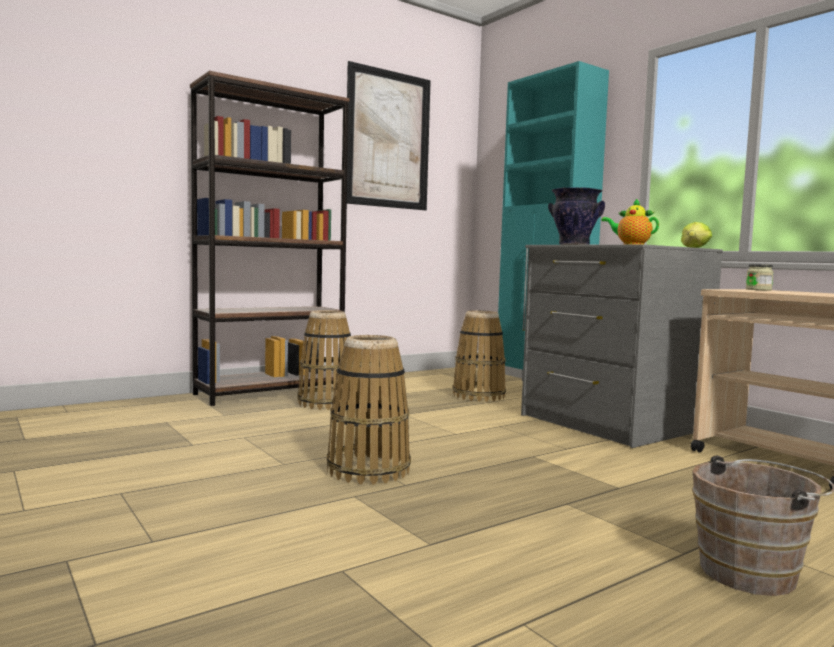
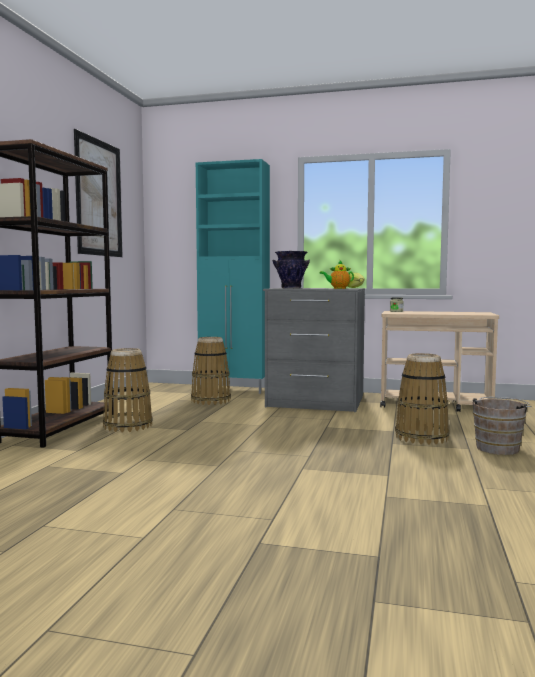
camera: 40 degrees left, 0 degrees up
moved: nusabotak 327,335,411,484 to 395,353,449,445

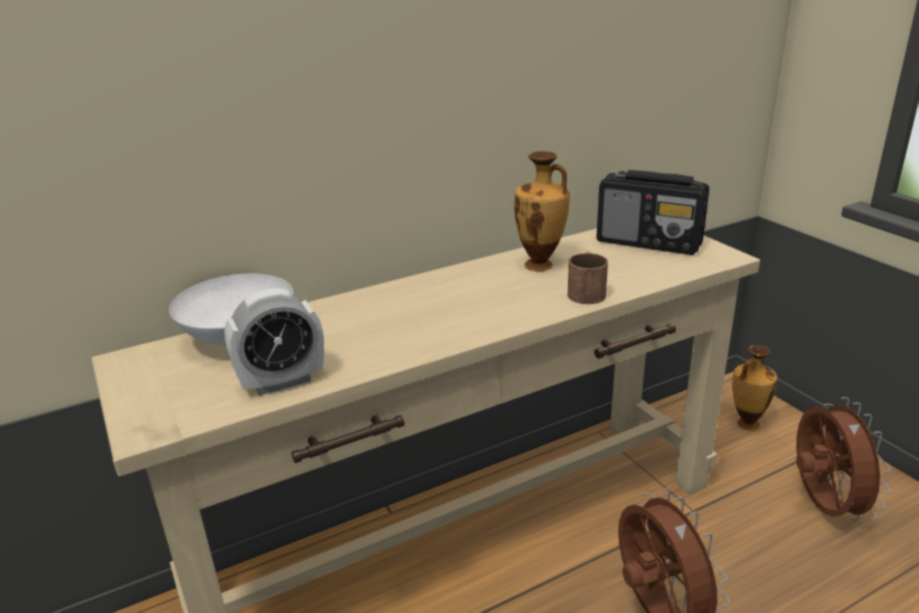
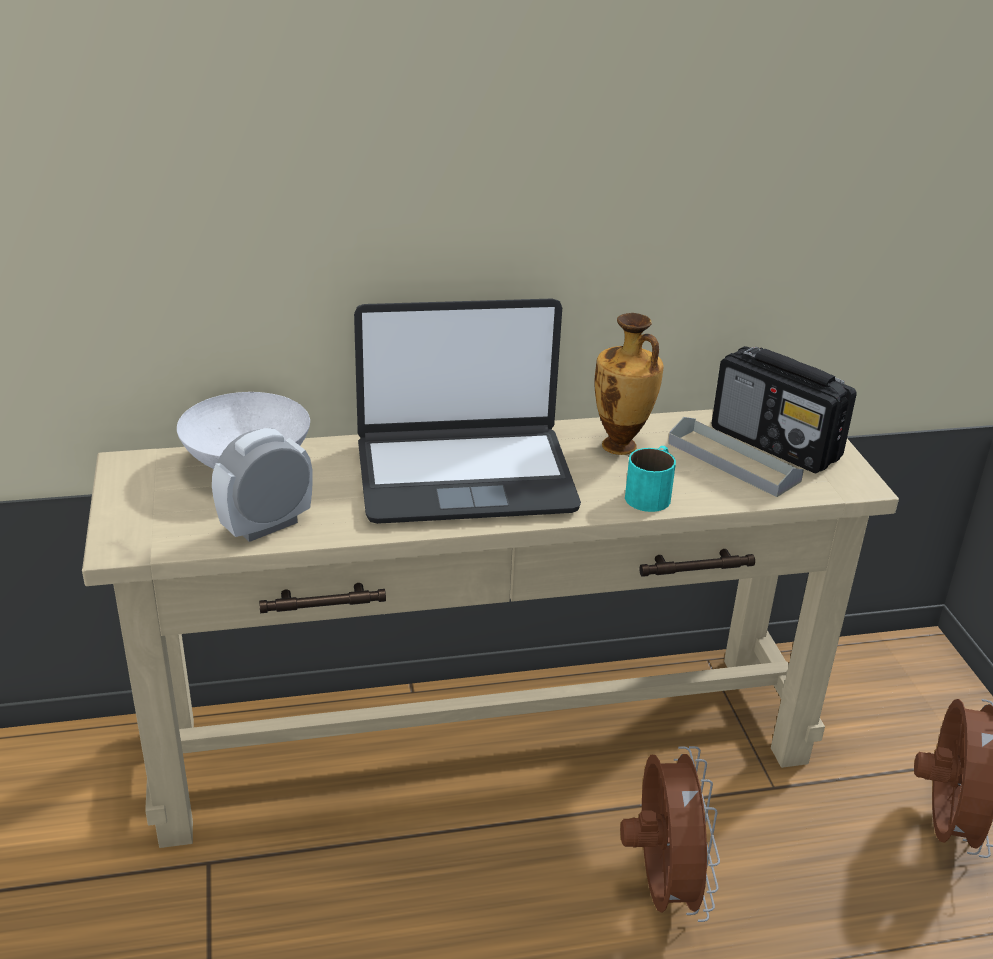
camera: 15 degrees right, 5 degrees up
removed: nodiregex 732,345,777,431
added: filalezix 354,299,581,524; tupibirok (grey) 668,417,804,497
recoloured: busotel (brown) 568,251,608,304 to busotel (turquoise) 625,446,676,512
turned: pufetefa 224,288,324,396 = 212,428,313,542 150 degrees clockwise

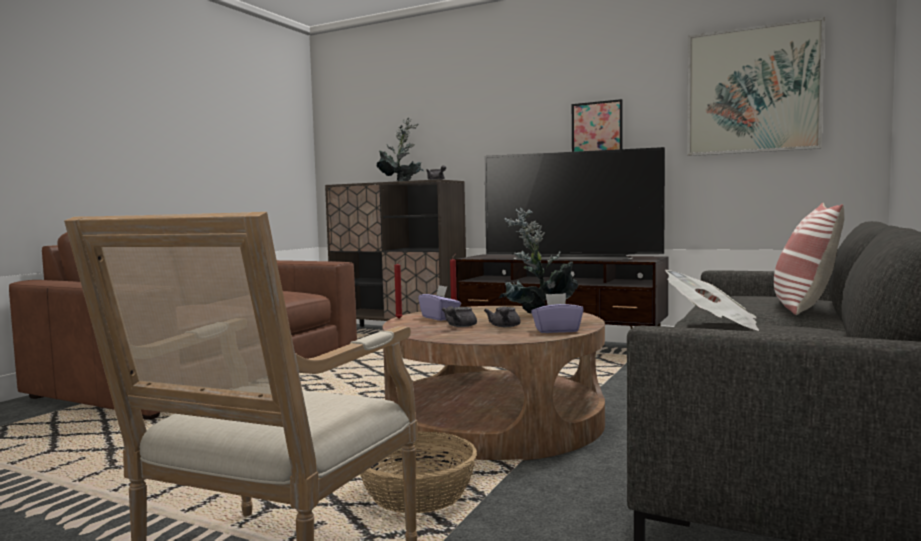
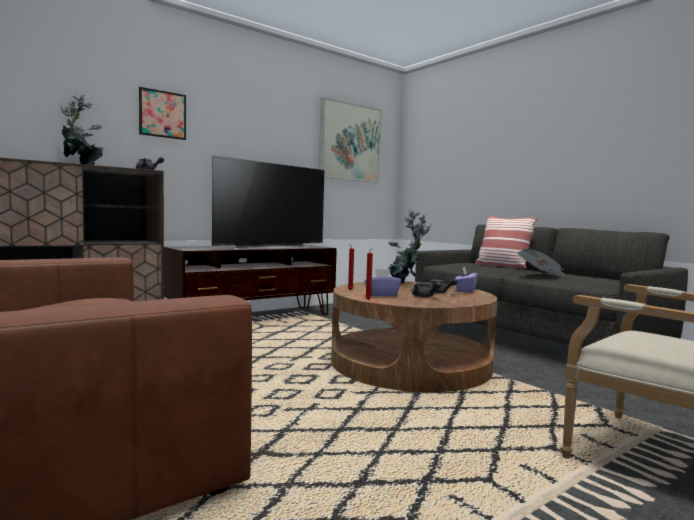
camera: 65 degrees left, 0 degrees up
removed: nusabotak 360,431,477,513
moved: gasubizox 572,99,622,152 to 139,87,186,140

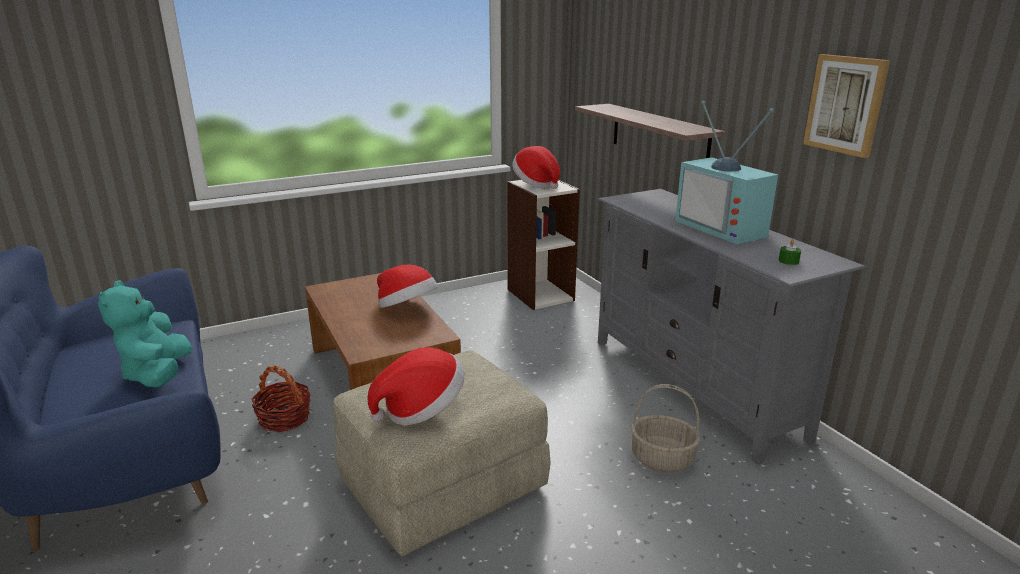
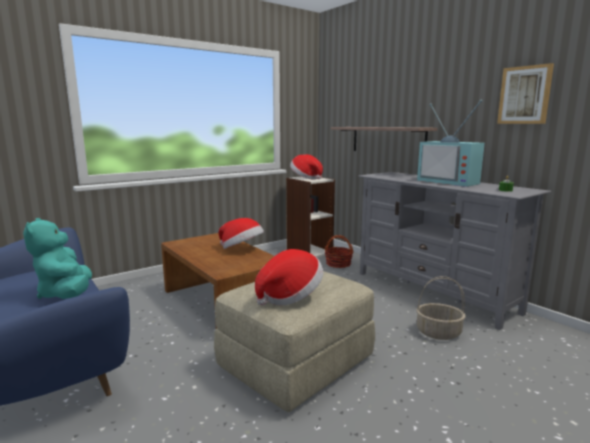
camera: 10 degrees left, 10 degrees down
moved: nusabotak 251,366,311,432 to 324,235,353,268

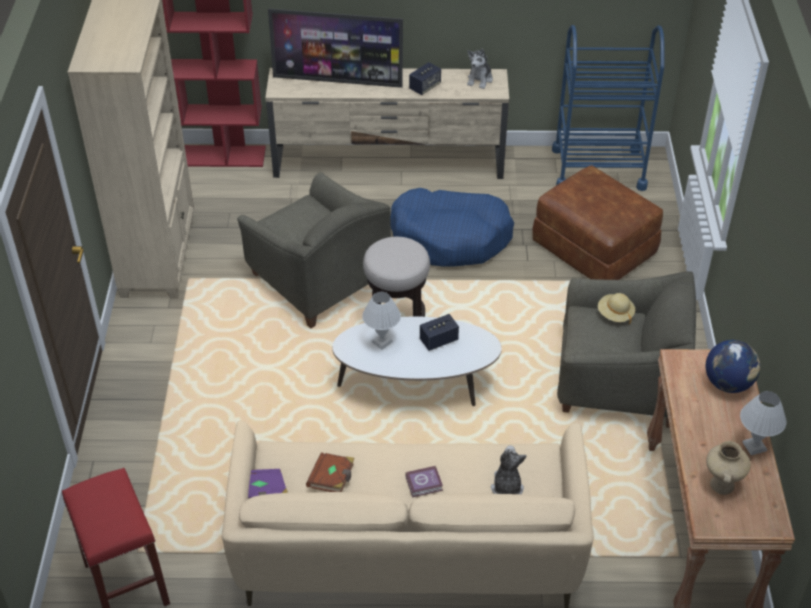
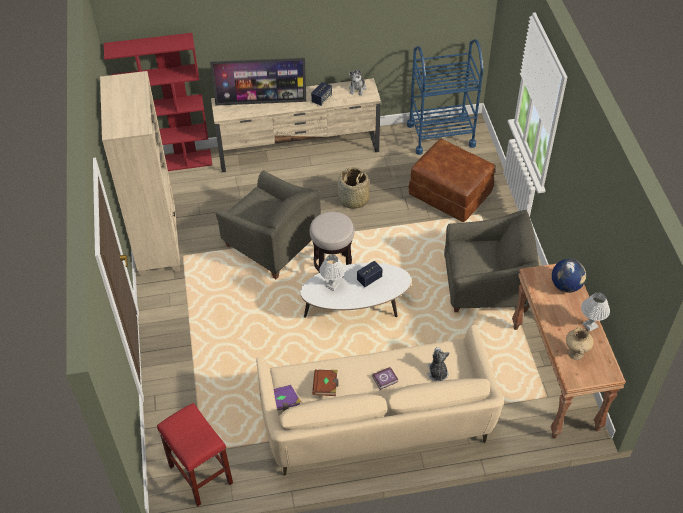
camera: 10 degrees left, 5 degrees up
removed: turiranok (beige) 598,293,635,324
replaced: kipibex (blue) 390,188,514,267 to nusabotak 338,167,369,209

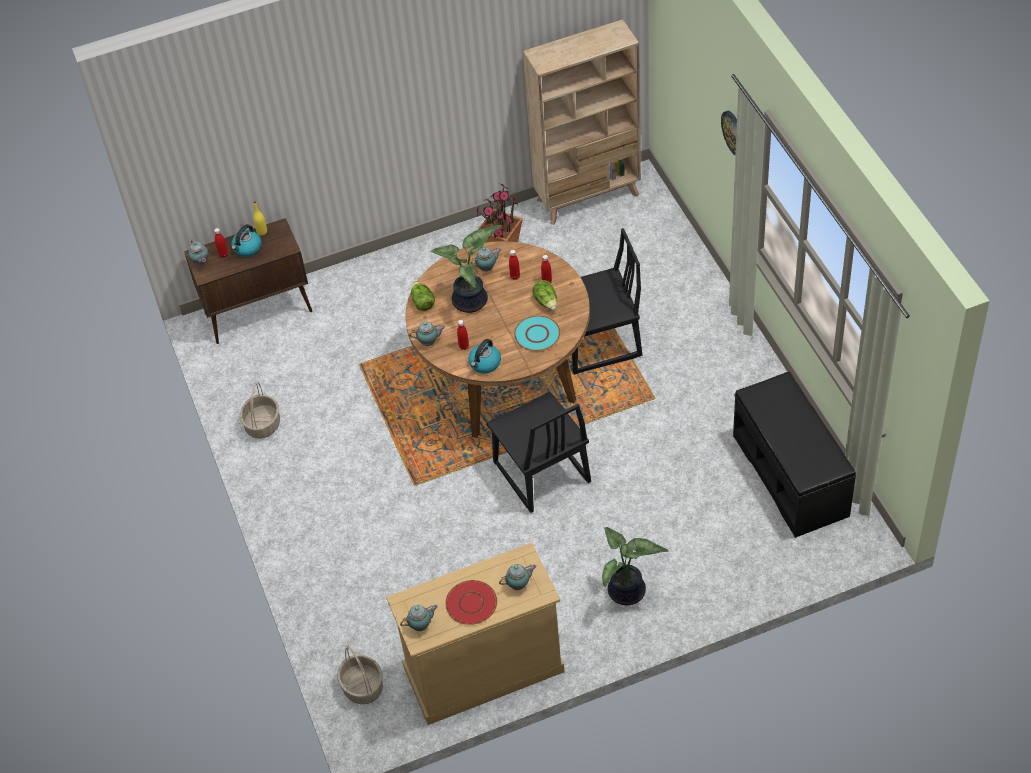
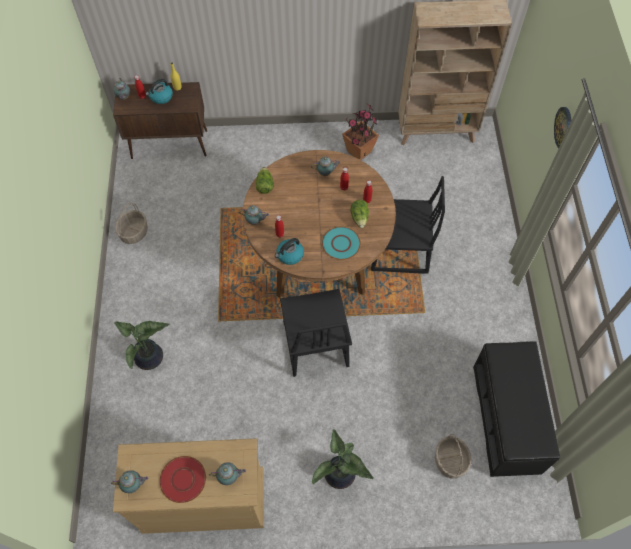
camera: 15 degrees right, 10 degrees up
moved: nusabotak 337,646,383,704 to 435,434,471,479; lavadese 431,225,501,313 to 114,321,170,370

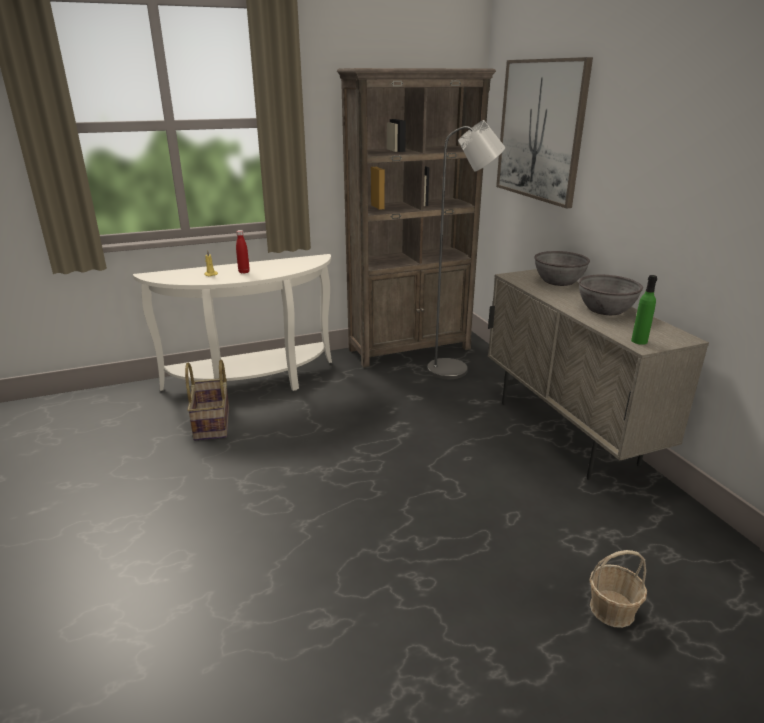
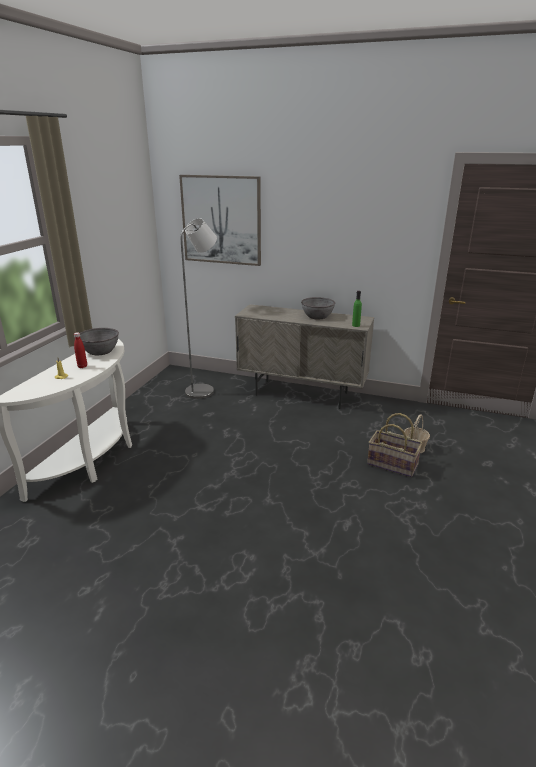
camera: 50 degrees left, 0 degrees up
removed: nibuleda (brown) 337,68,496,368
moved: nusabotak 185,360,229,441 to 367,413,422,477; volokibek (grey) 534,251,590,286 to 80,328,119,355

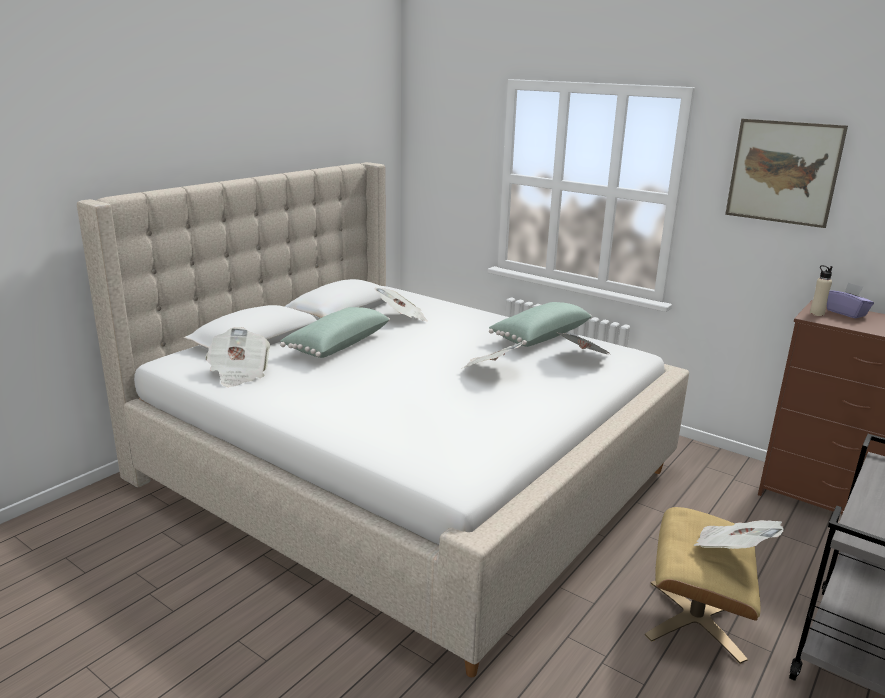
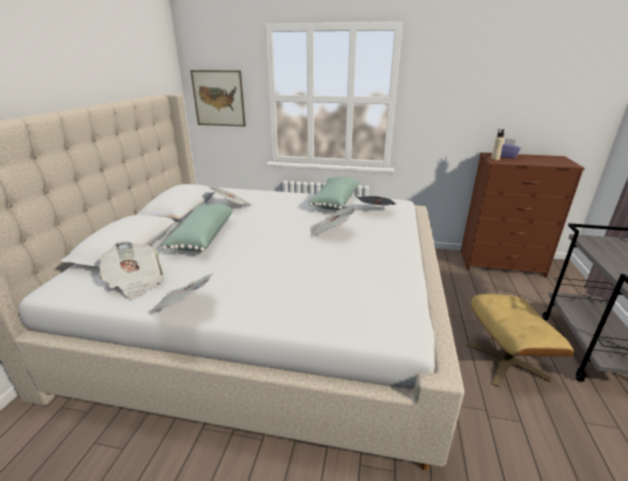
camera: 25 degrees left, 5 degrees up
moved: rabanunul 693,520,784,549 to 148,273,214,312; gasubizox 725,119,848,228 to 190,70,246,126

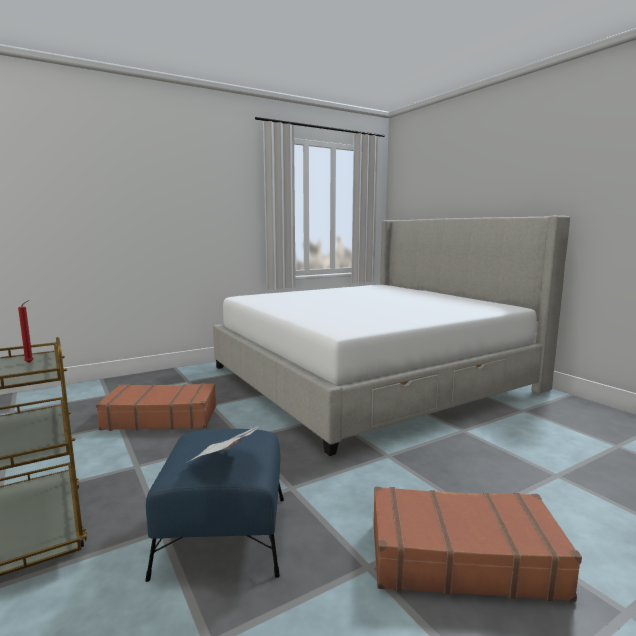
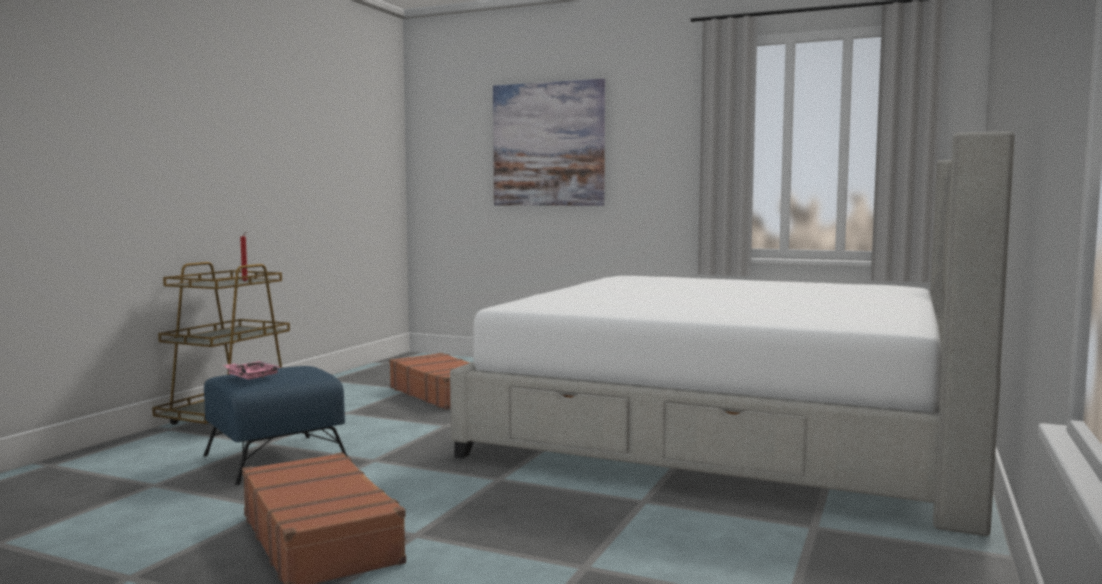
camera: 55 degrees right, 5 degrees down
added: gasubizox 493,79,605,206
replaced: rabanunul 187,425,260,462 to tupibirok (pink) 223,361,280,379

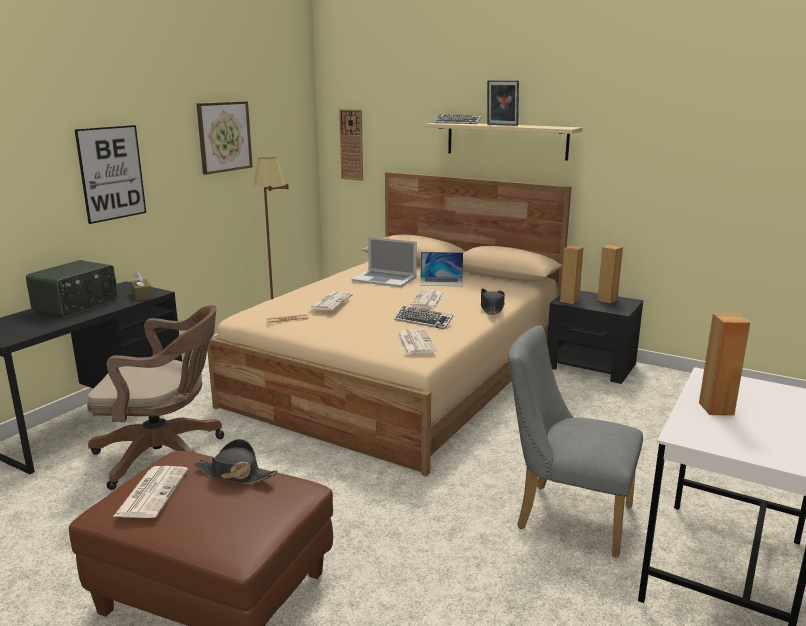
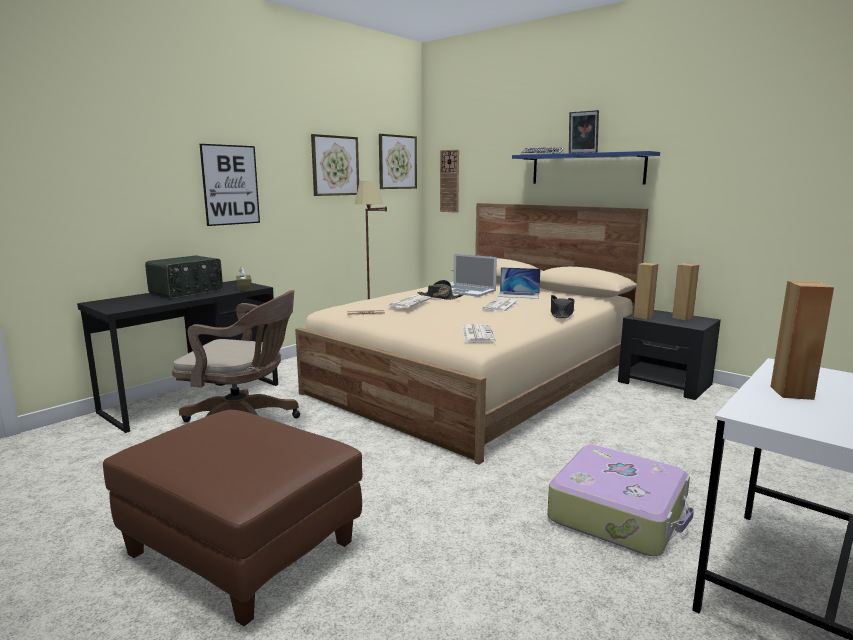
camera: 10 degrees right, 5 degrees down
removed: rabanunul 113,466,188,518; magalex 394,306,453,329
added: gasubizox 379,134,417,189
moved: turiranok (black) 194,439,278,484 to 417,280,464,300
replaced: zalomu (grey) 508,325,643,557 to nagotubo 547,445,694,556
recoloured: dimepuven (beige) 425,123,582,161 to dimepuven (blue) 512,151,660,184

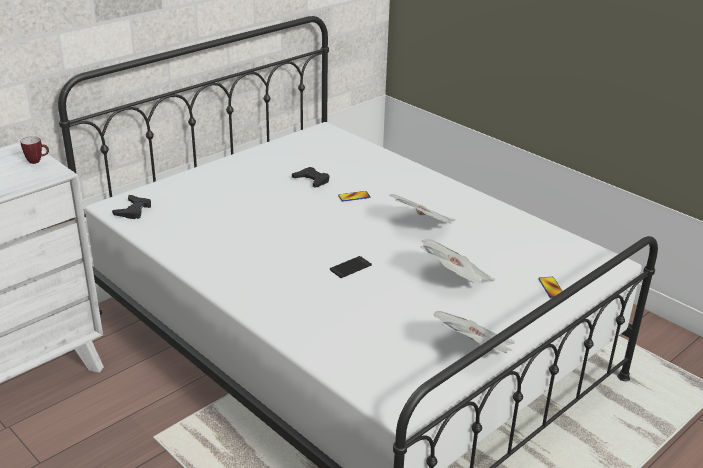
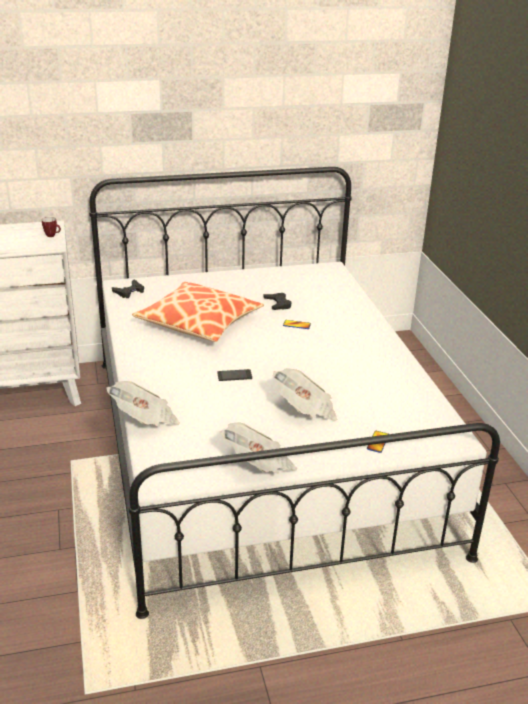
camera: 30 degrees right, 0 degrees up
added: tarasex 132,282,264,342
moved: rabanunul 389,194,455,224 to 106,381,180,426

